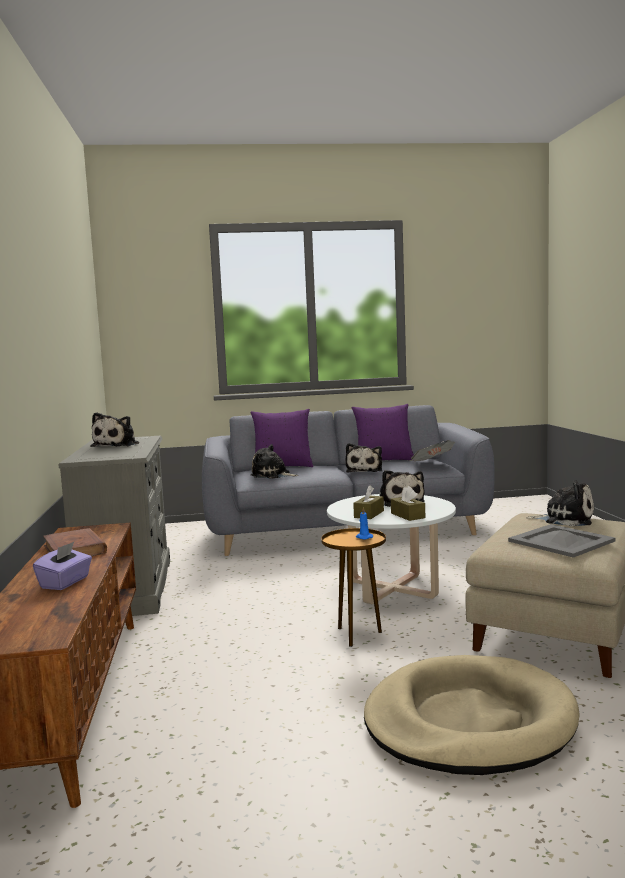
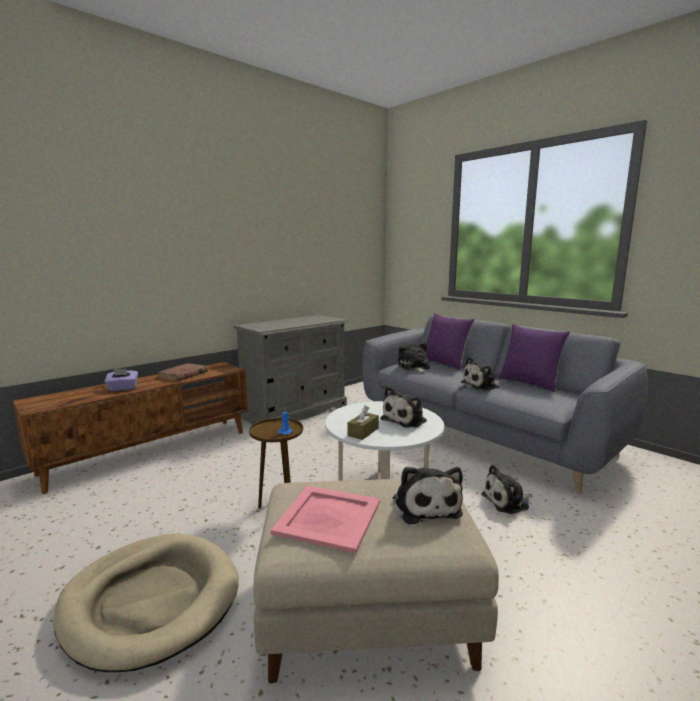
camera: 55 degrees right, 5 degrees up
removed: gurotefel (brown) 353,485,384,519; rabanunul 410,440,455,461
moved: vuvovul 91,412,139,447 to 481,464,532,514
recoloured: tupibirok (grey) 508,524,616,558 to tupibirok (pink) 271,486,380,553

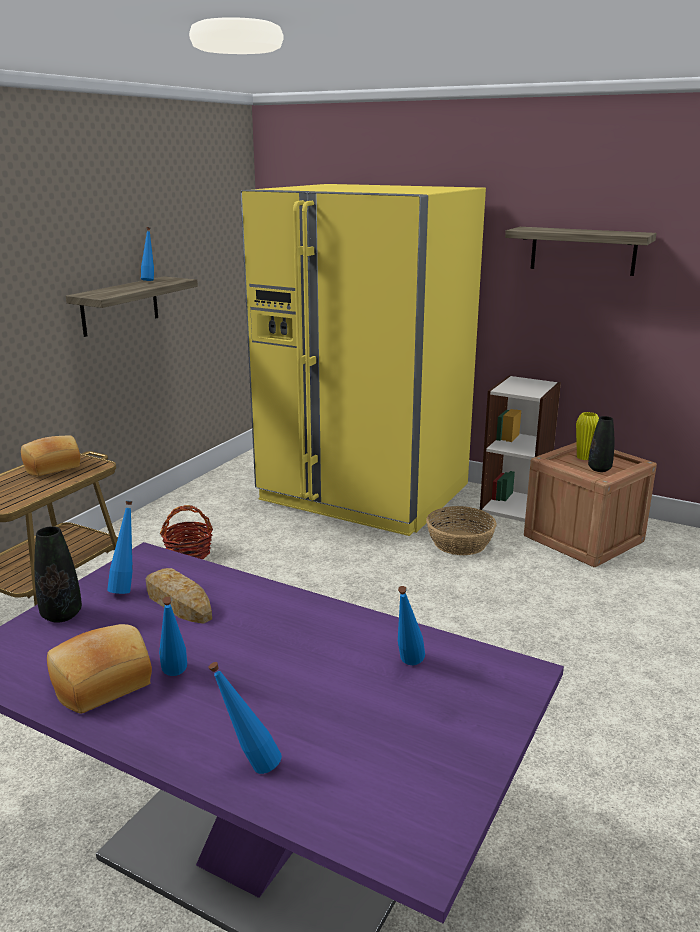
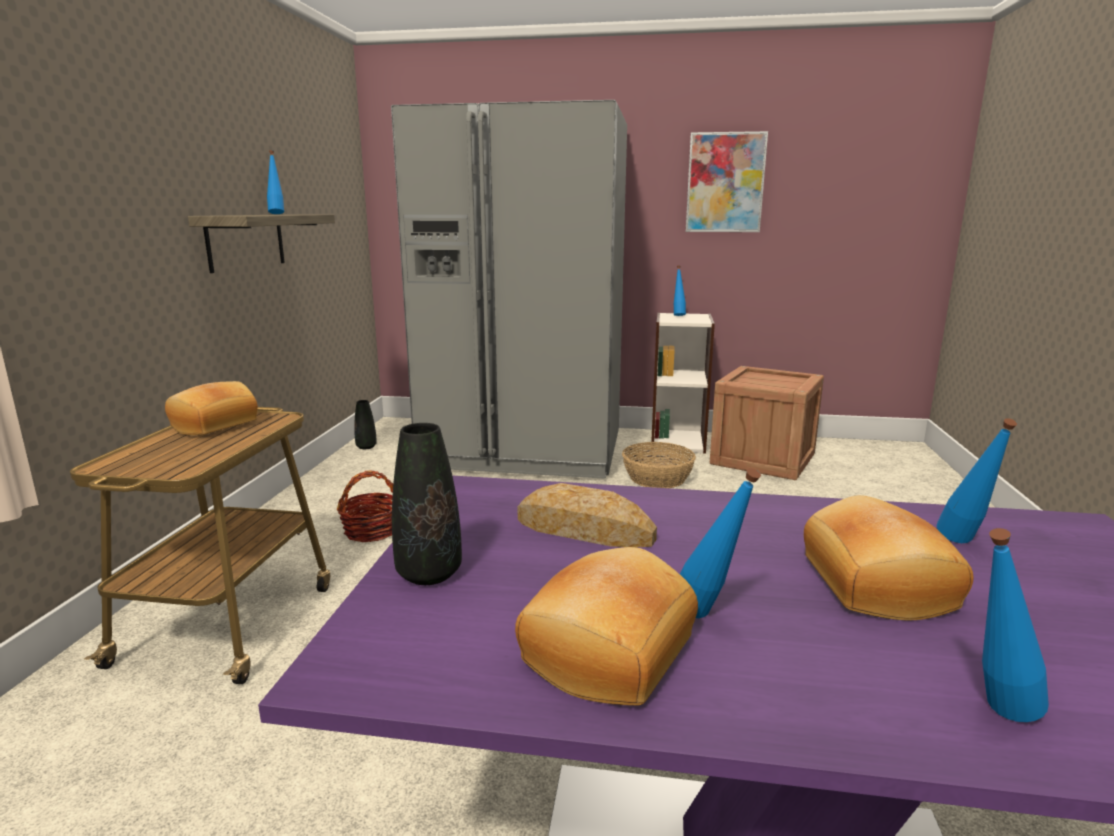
camera: 20 degrees left, 5 degrees down
removed: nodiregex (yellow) 576,412,599,460
added: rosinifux 804,495,974,620
moved: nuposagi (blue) 107,501,133,594 to 674,266,686,316; nodiregex (black) 588,416,614,472 to 354,400,377,449
replaced: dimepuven 505,227,657,276 to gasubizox 686,131,768,232
recoloured: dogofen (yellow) 240,184,486,536 to dogofen (grey) 391,100,627,479

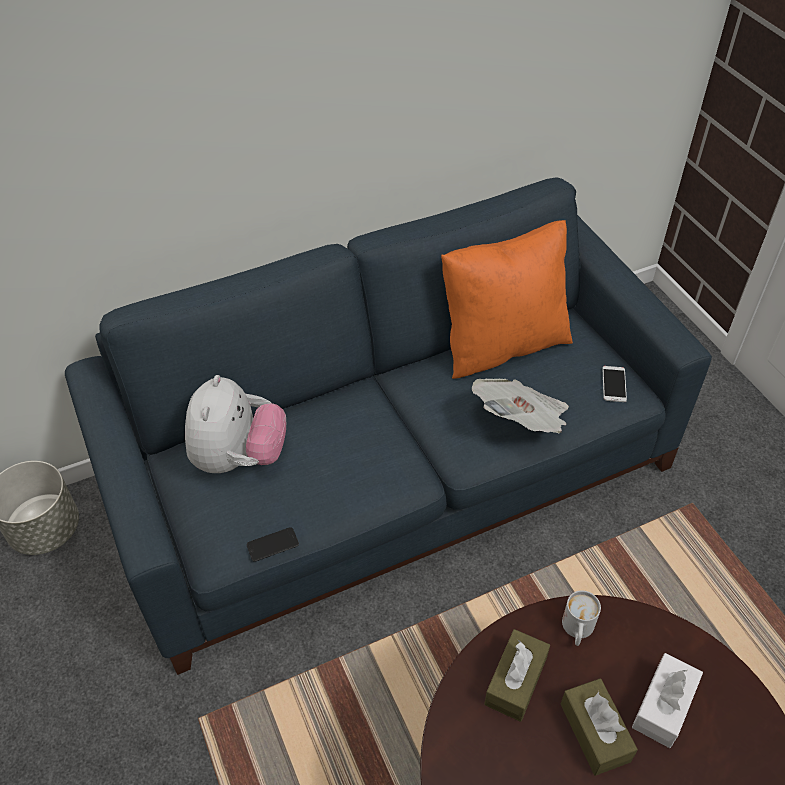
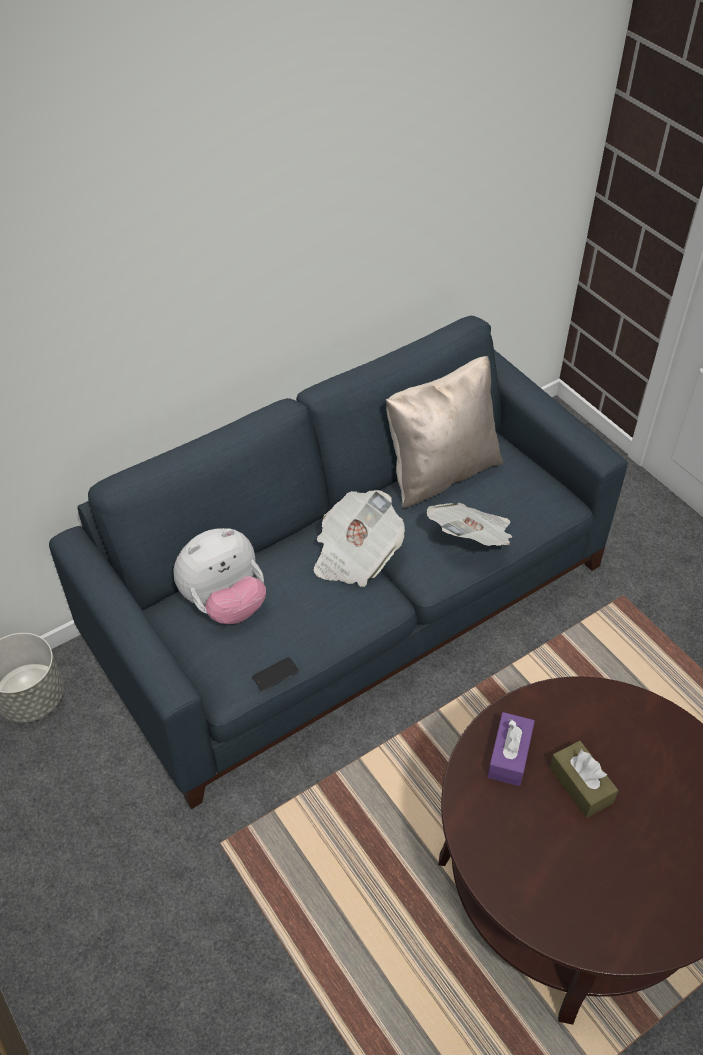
camera: 10 degrees left, 0 degrees up
removed: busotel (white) 562,590,601,646; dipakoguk 602,366,627,402; gurotefel (white) 632,653,703,748
added: rabanunul 314,490,405,587
recoloured: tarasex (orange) 441,220,573,379 to tarasex (beige) 386,356,503,508; gurotefel (brown) 484,629,550,722 to gurotefel (purple) 487,712,535,786
turned: vuvovul 185,375,286,473 = 173,528,266,624 60 degrees clockwise

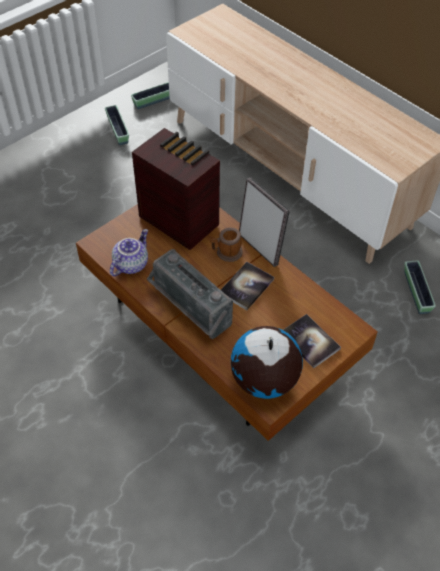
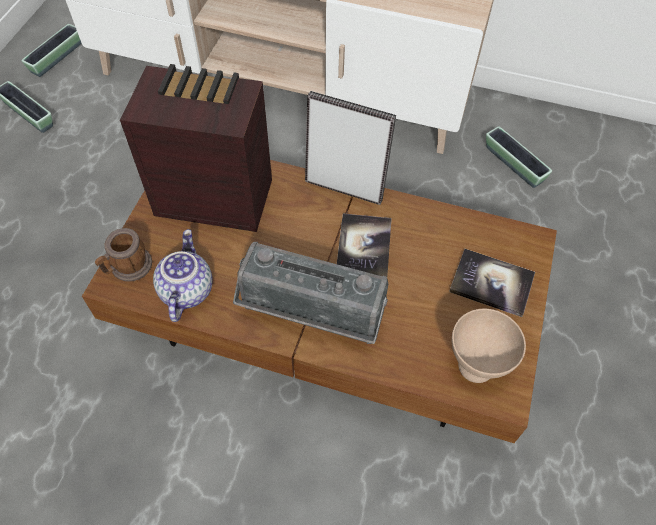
camera: 30 degrees left, 5 degrees up
moved: busotel 210,227,243,262 to 95,228,152,282
replaced: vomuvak 231,326,303,399 to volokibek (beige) 452,309,526,383

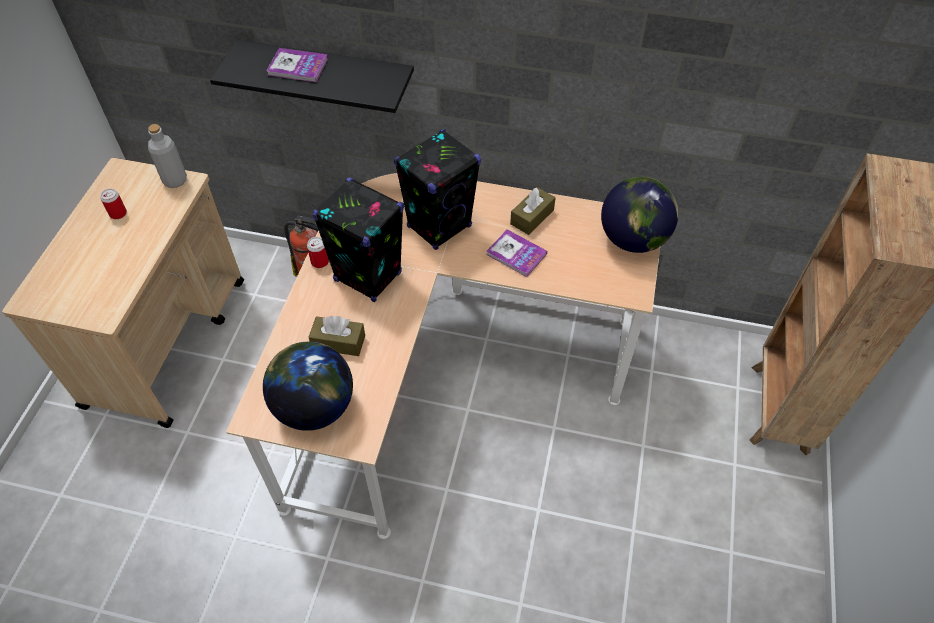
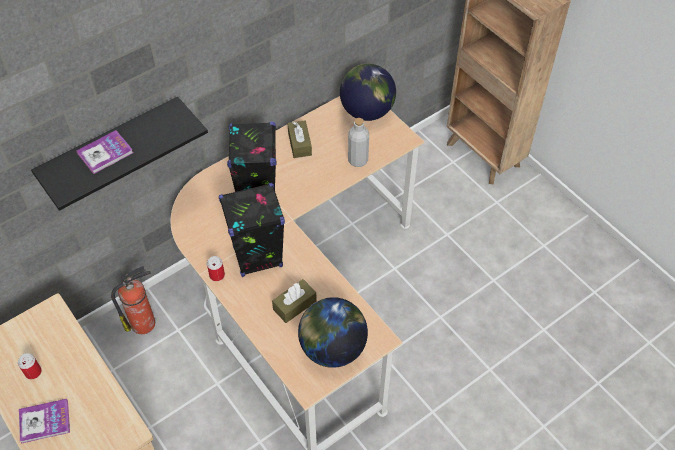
camera: 50 degrees left, 0 degrees up
moved: nuposagi (grey) 148,124,187,188 to 348,118,369,167; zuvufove 486,230,547,277 to 19,399,70,444

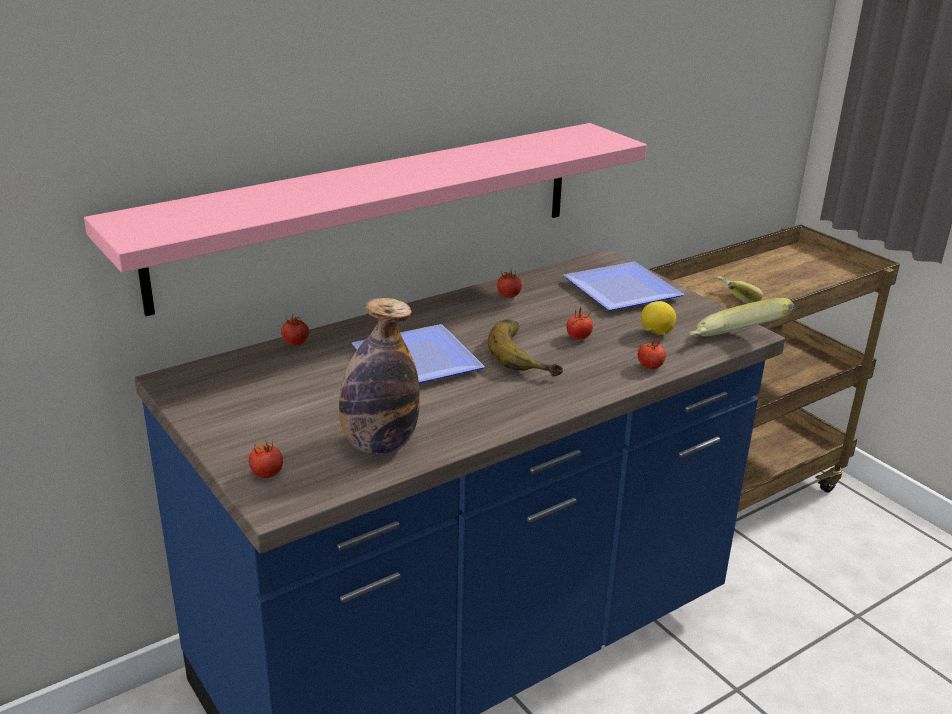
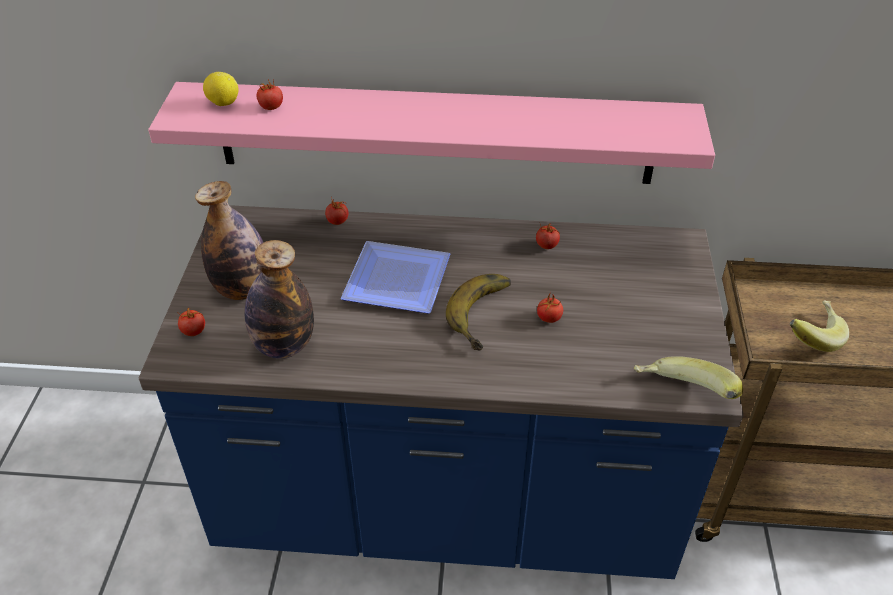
camera: 40 degrees right, 15 degrees up
removed: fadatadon 563,262,684,311
added: nuposagi 195,181,263,300
moved: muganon 638,336,666,370 to 257,79,283,110; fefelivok 641,301,676,335 to 203,72,238,106

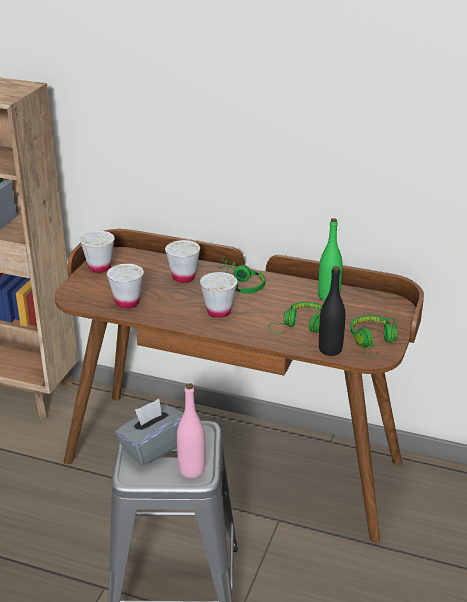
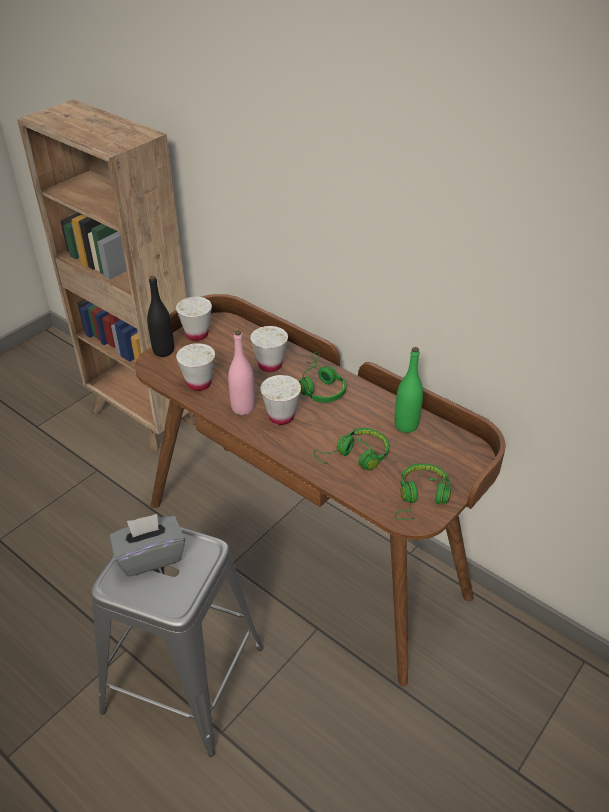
camera: 20 degrees right, 10 degrees up
moved: nuposagi (pink) 177,383,205,478 to 228,330,255,415; nuposagi (black) 319,266,346,356 to 147,276,174,357

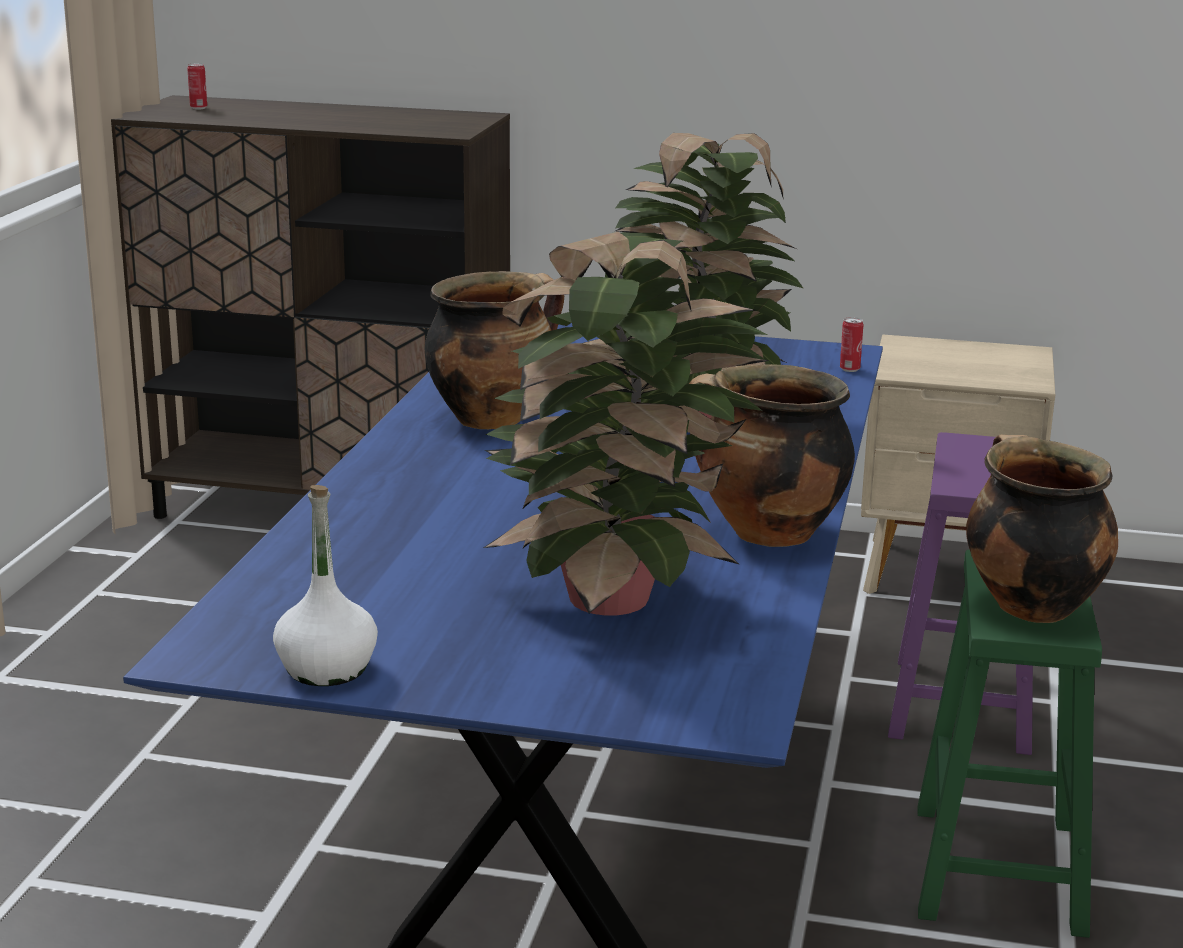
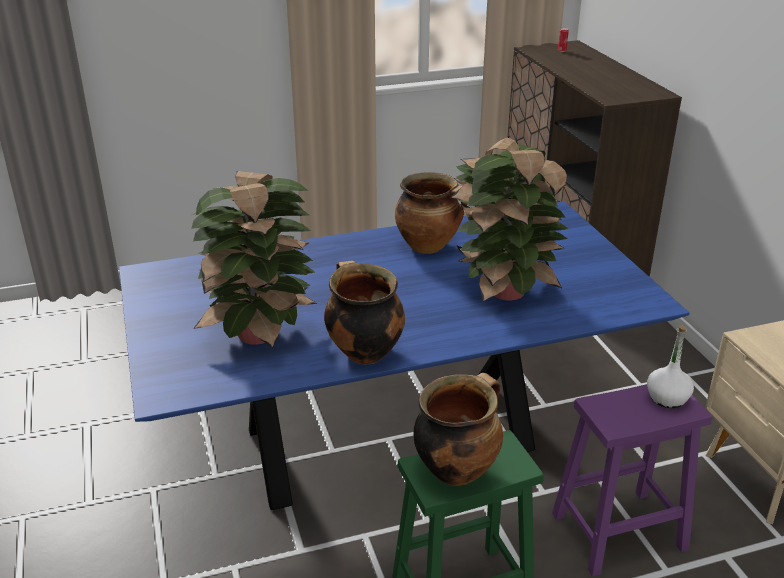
camera: 60 degrees right, 10 degrees up
removed: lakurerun 840,317,863,372
moved: nuposagi (white) 273,485,378,686 to 647,325,694,408

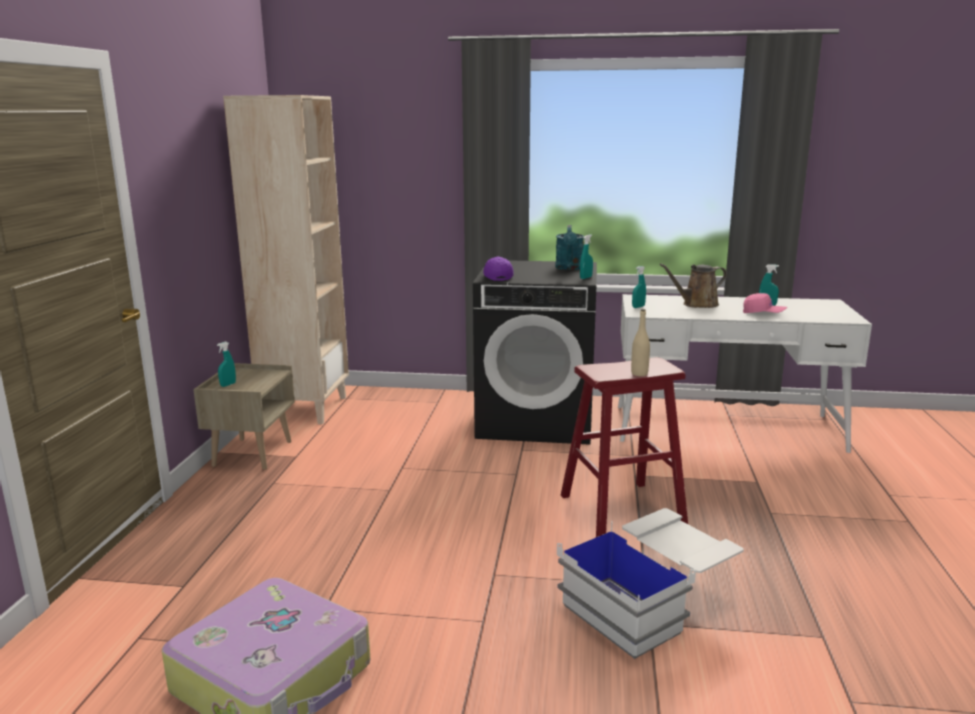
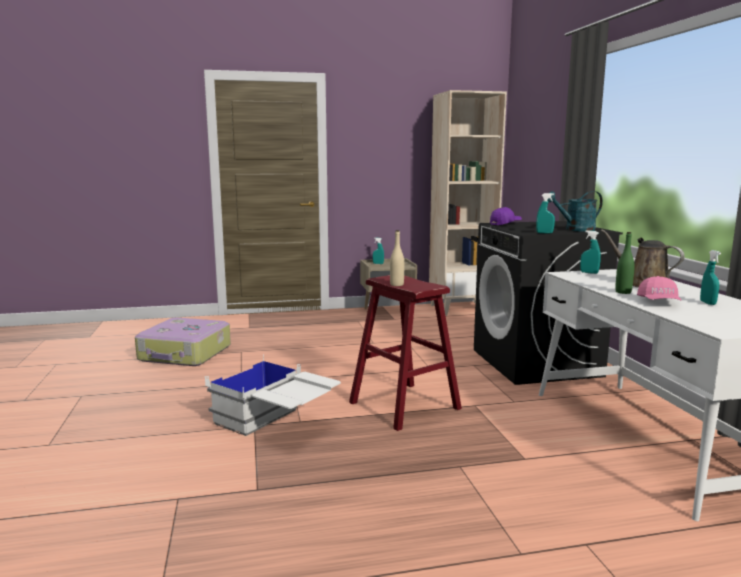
camera: 70 degrees right, 5 degrees down
added: nuposagi (green) 615,232,635,294

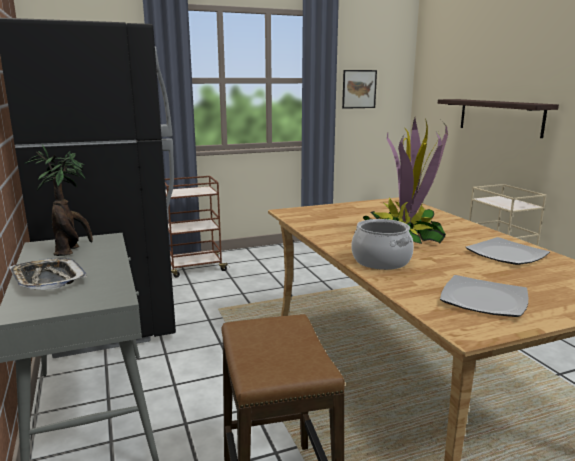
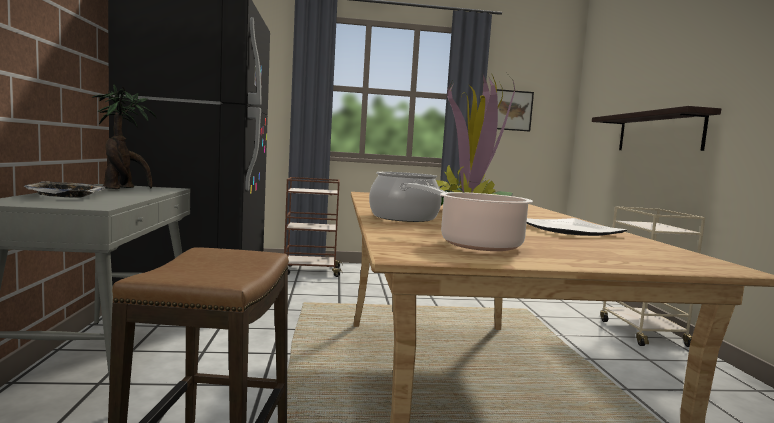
camera: 15 degrees right, 10 degrees down
replaced: fadatadon 440,275,528,317 to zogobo 407,183,533,251

